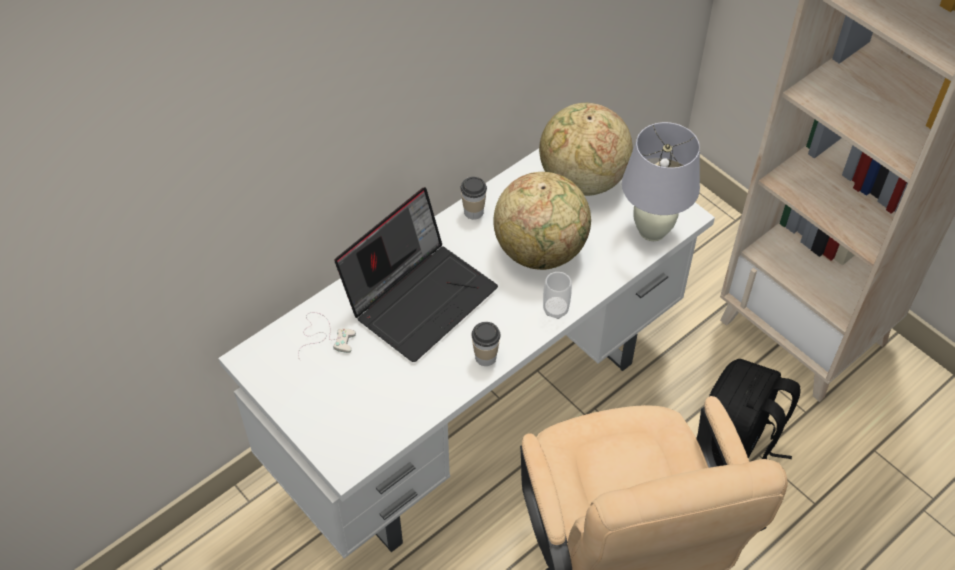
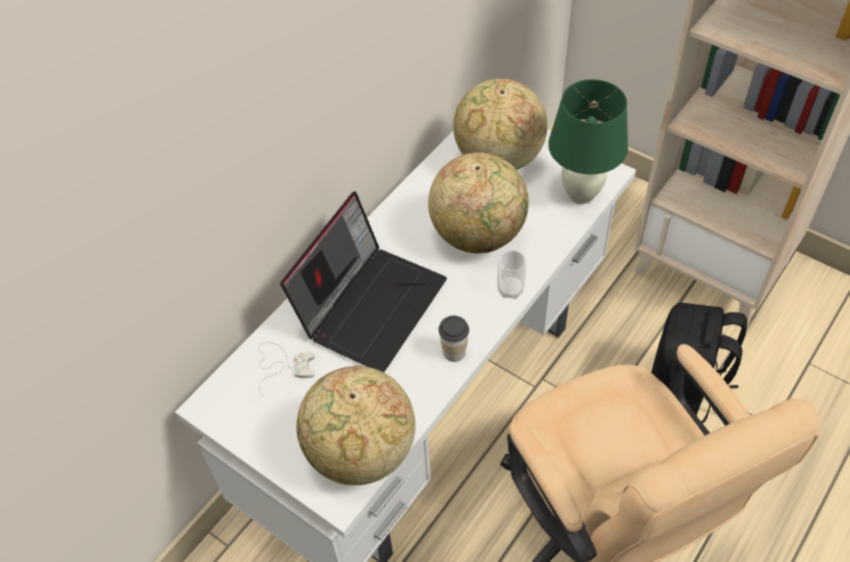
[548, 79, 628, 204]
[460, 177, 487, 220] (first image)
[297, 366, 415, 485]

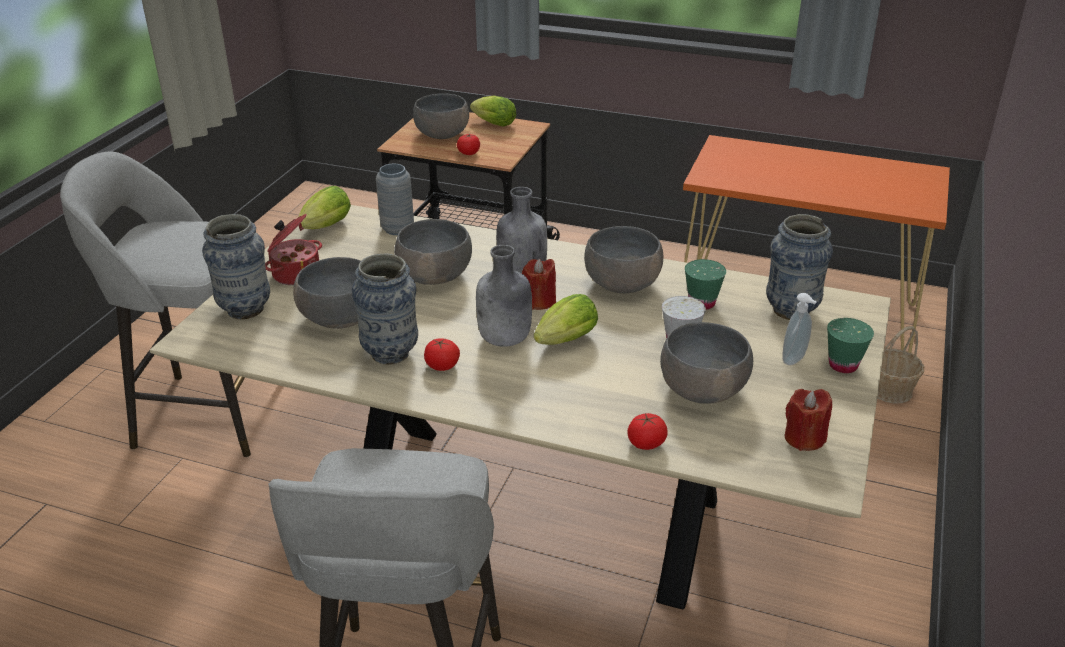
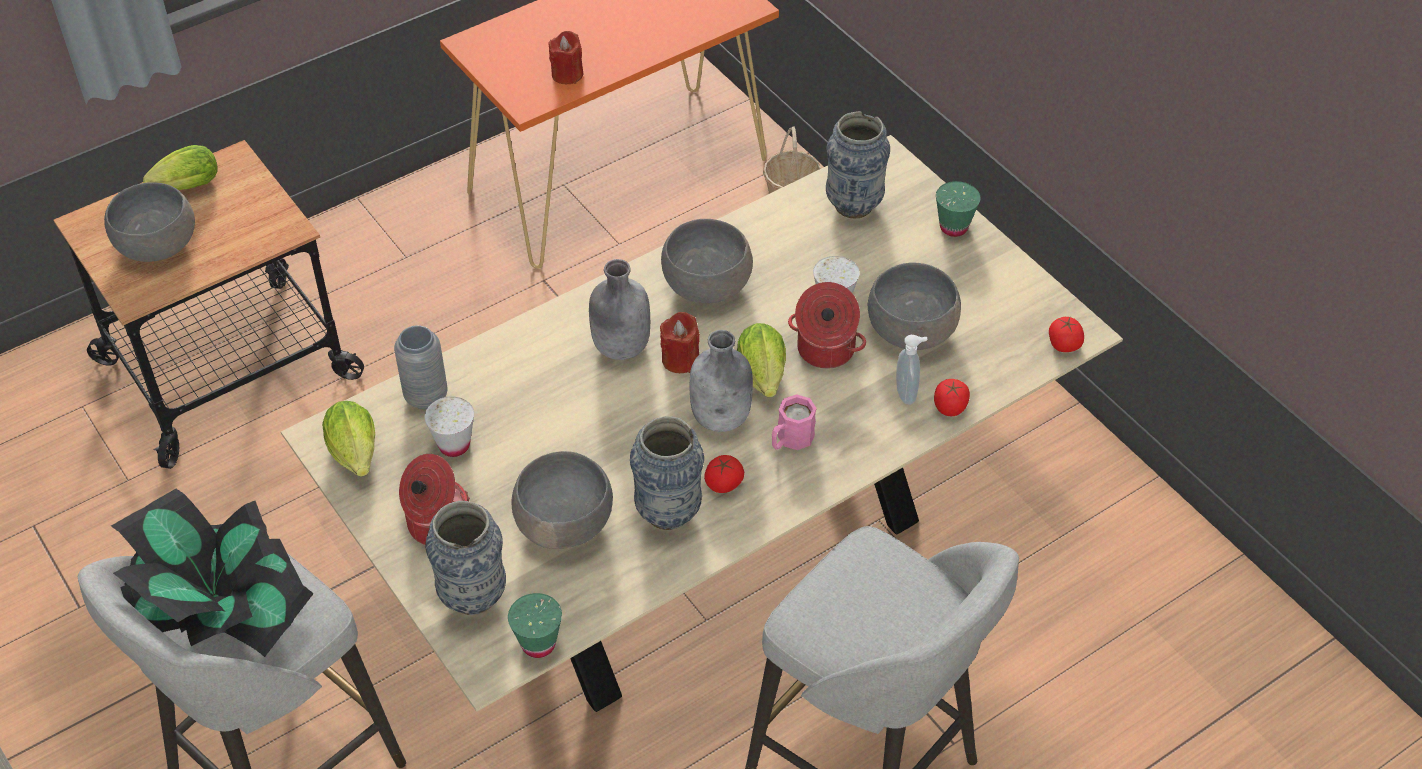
[1049, 317, 1084, 352]
[394, 219, 472, 285] (first image)
[508, 593, 562, 658]
[896, 335, 927, 405]
[548, 31, 583, 84]
[788, 282, 866, 369]
[772, 394, 817, 450]
[425, 397, 474, 457]
[111, 489, 314, 657]

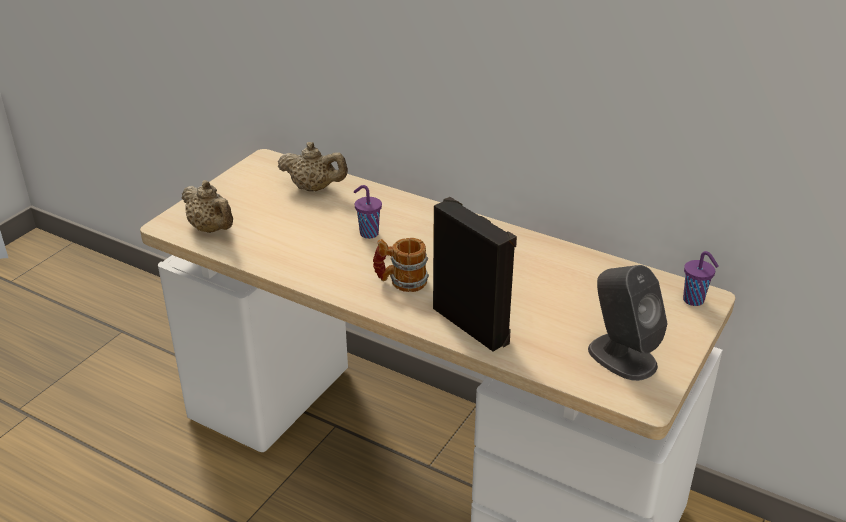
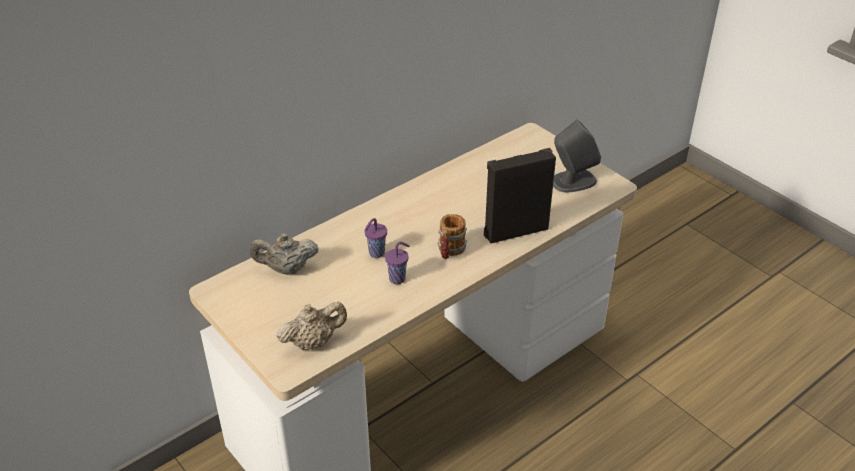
[250, 233, 319, 275]
[385, 242, 409, 284]

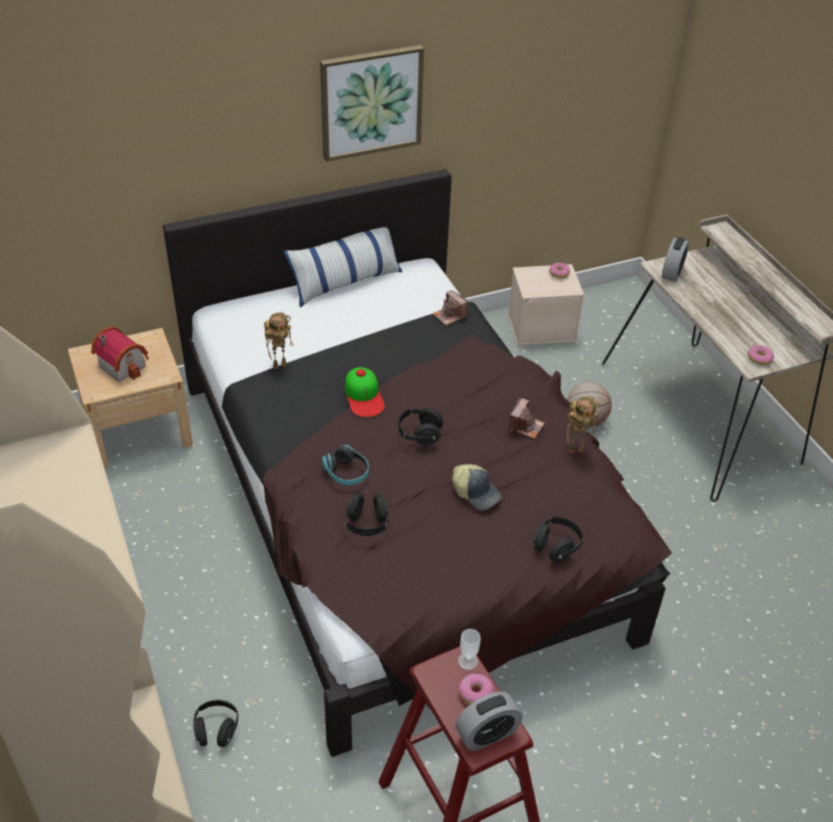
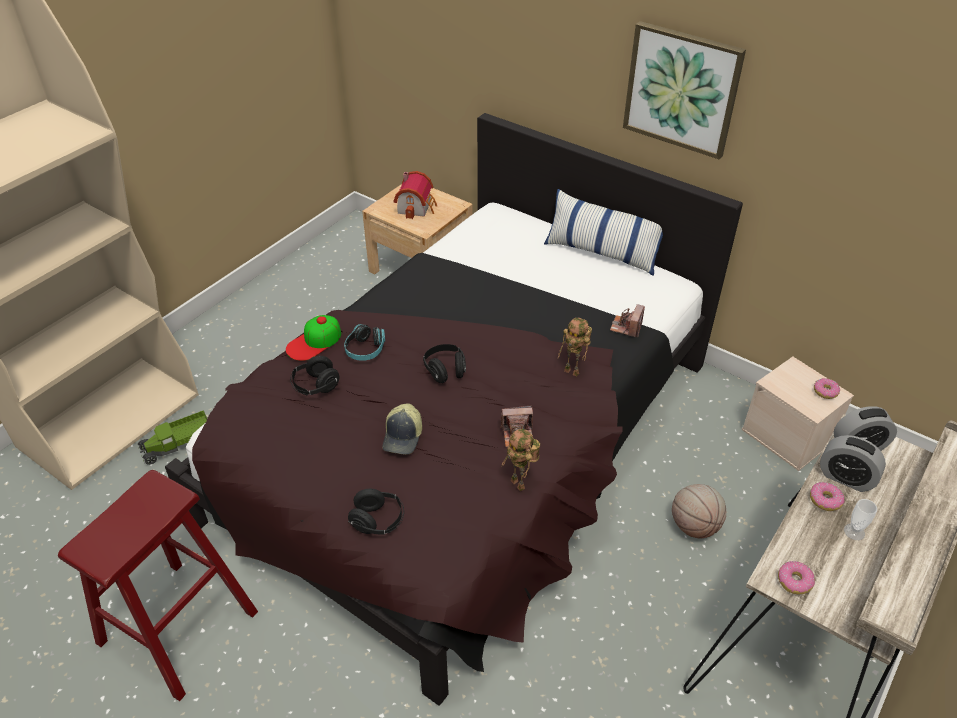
[558, 318, 592, 377]
[286, 315, 341, 361]
[844, 499, 877, 540]
[810, 482, 844, 511]
[820, 435, 886, 492]
[138, 410, 207, 465]

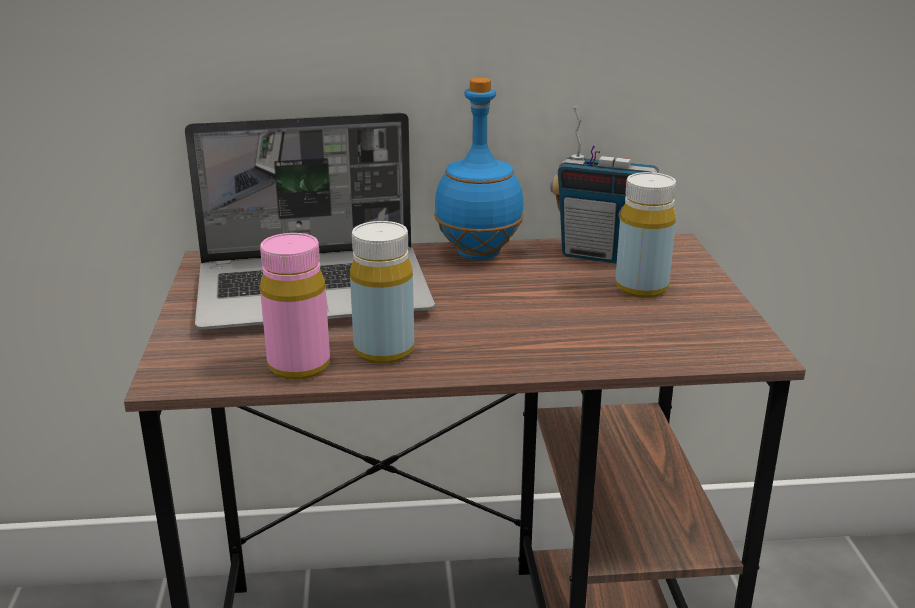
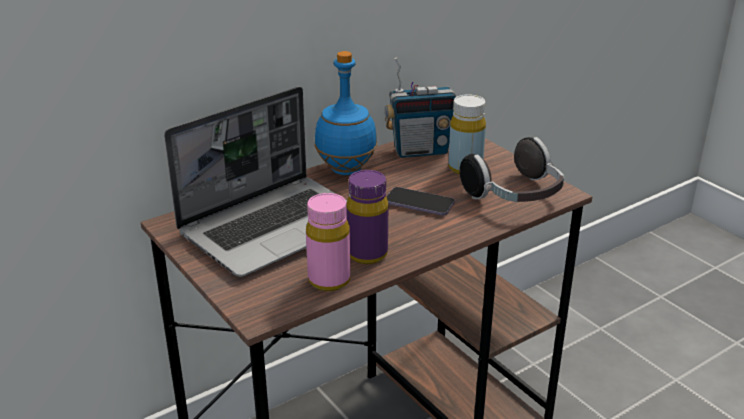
[347, 170, 388, 264]
[460, 137, 564, 202]
[386, 187, 455, 215]

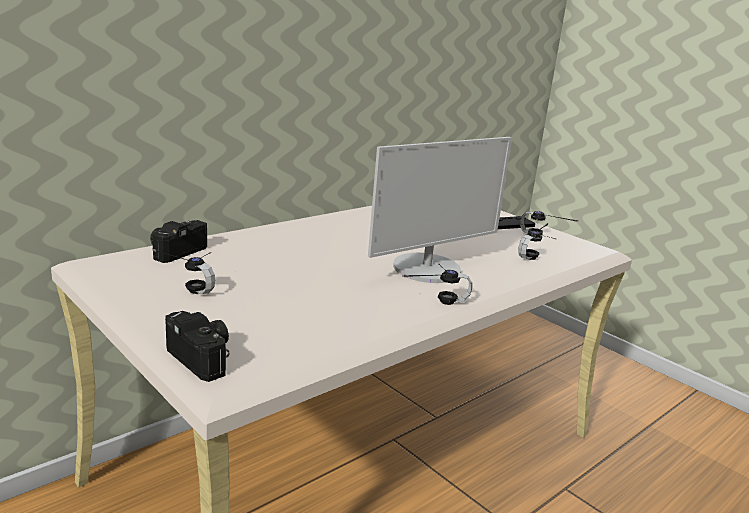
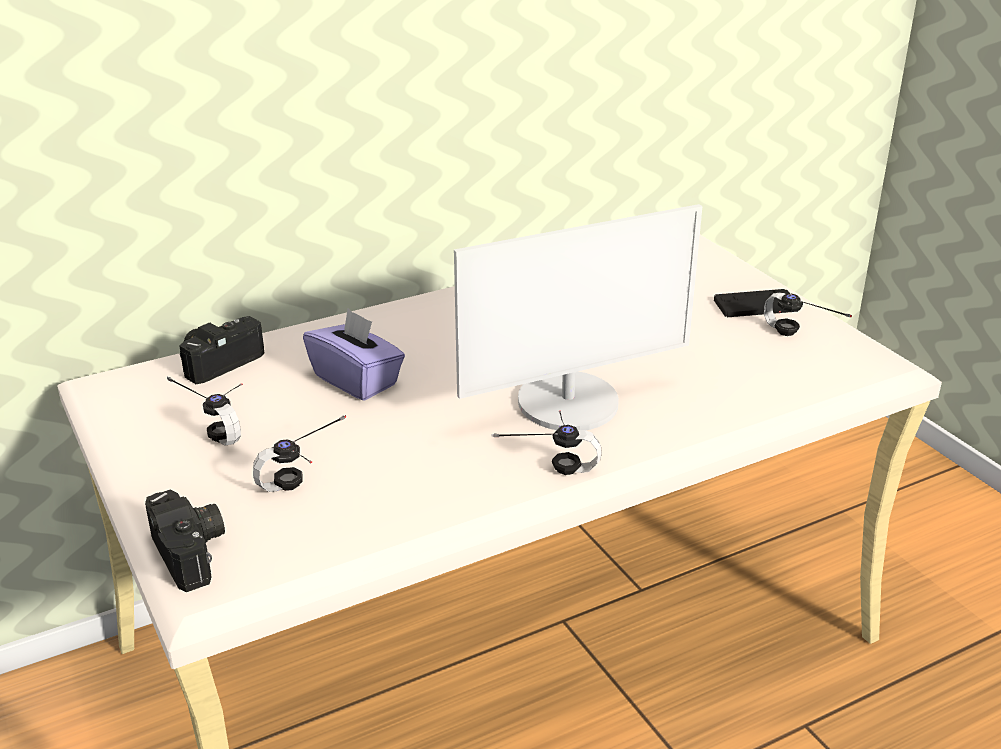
[253, 415, 346, 492]
[303, 309, 405, 401]

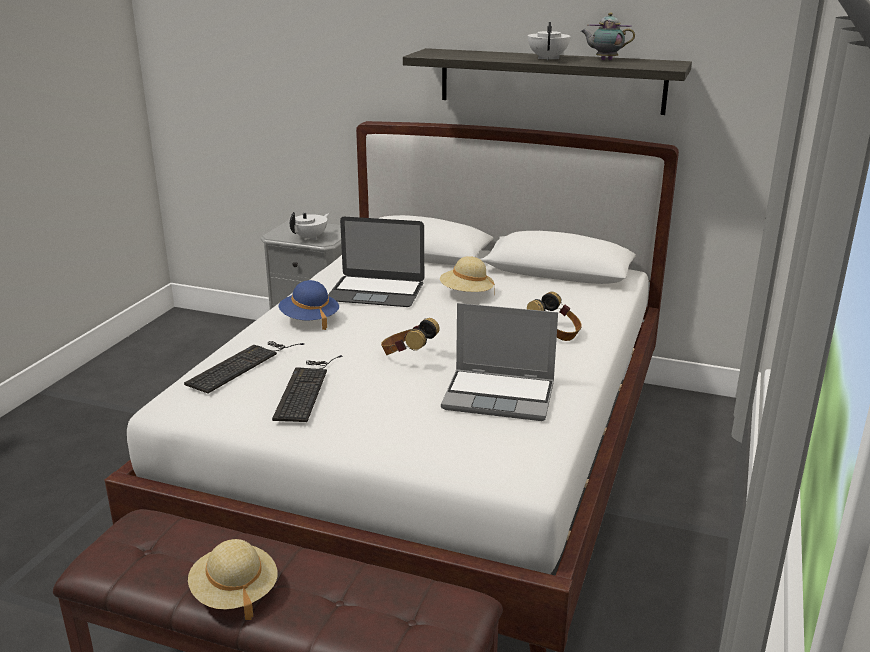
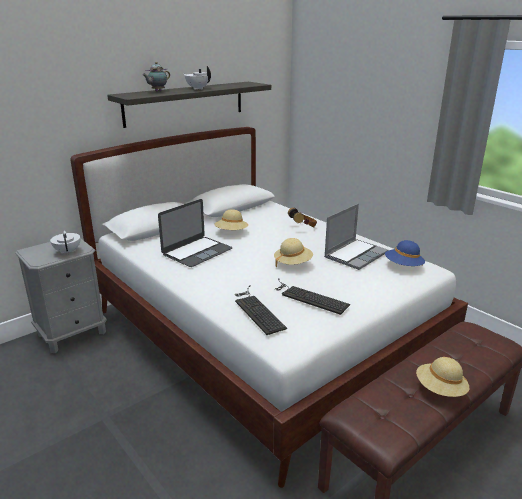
[142, 62, 170, 92]
[385, 240, 425, 266]
[274, 238, 313, 268]

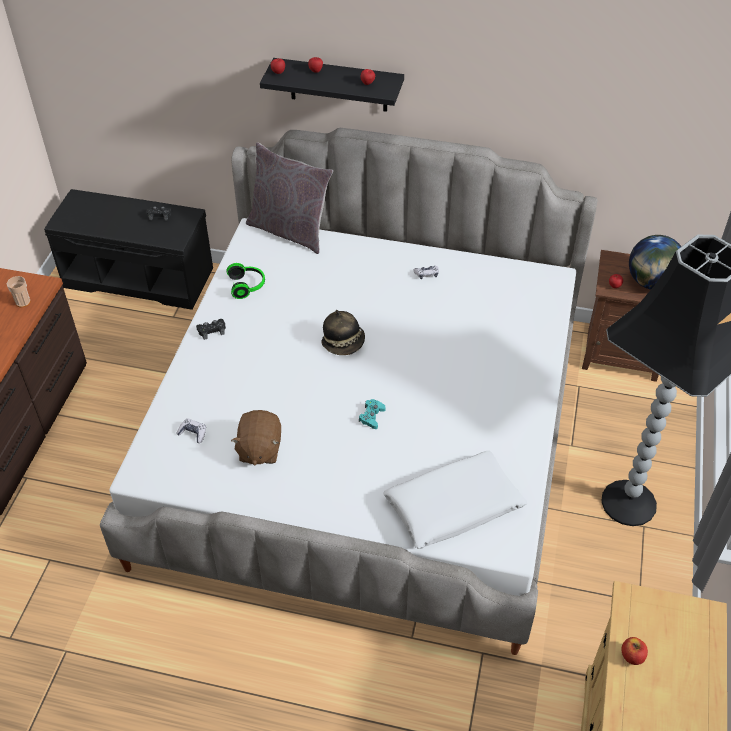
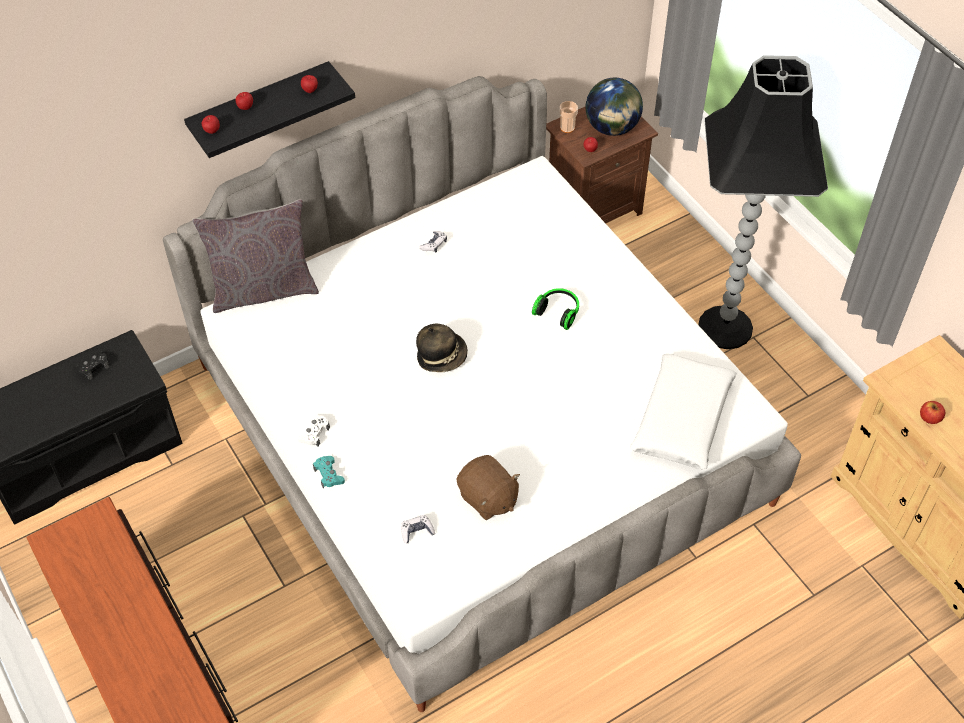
[532, 288, 579, 330]
[560, 101, 578, 133]
[298, 415, 330, 446]
[313, 456, 345, 488]

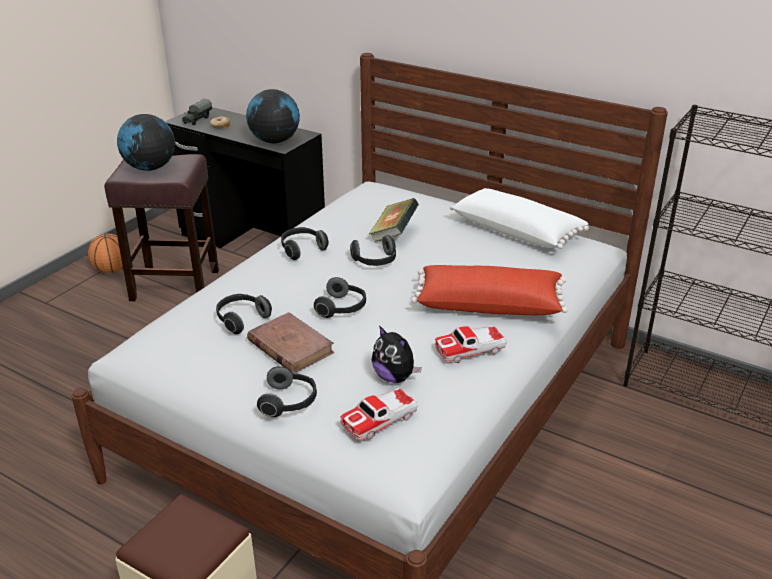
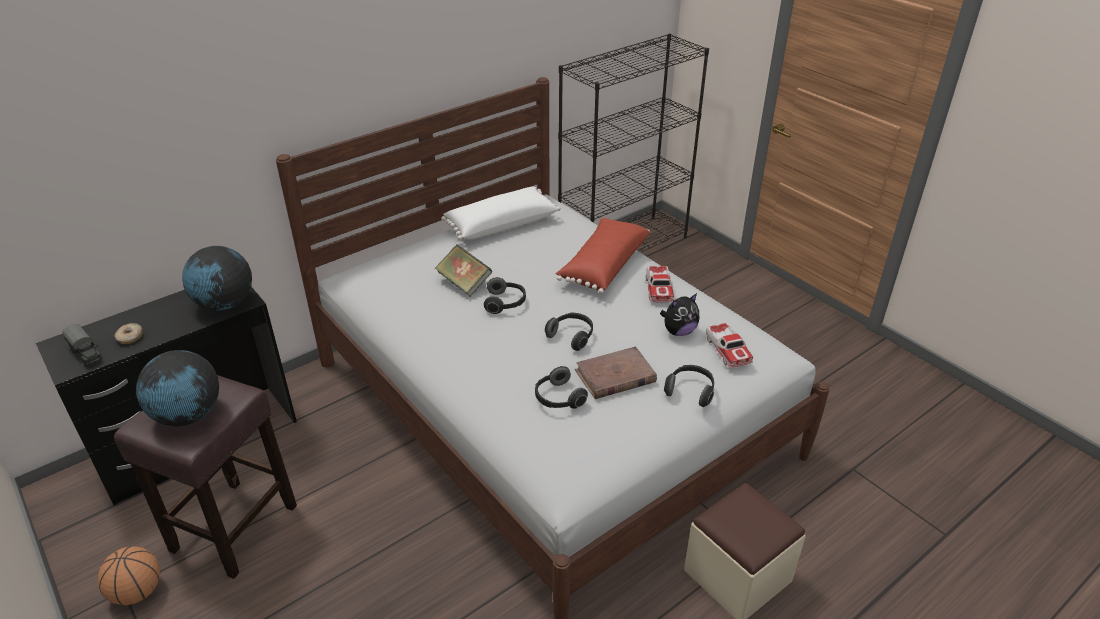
[281, 227, 329, 260] (first image)

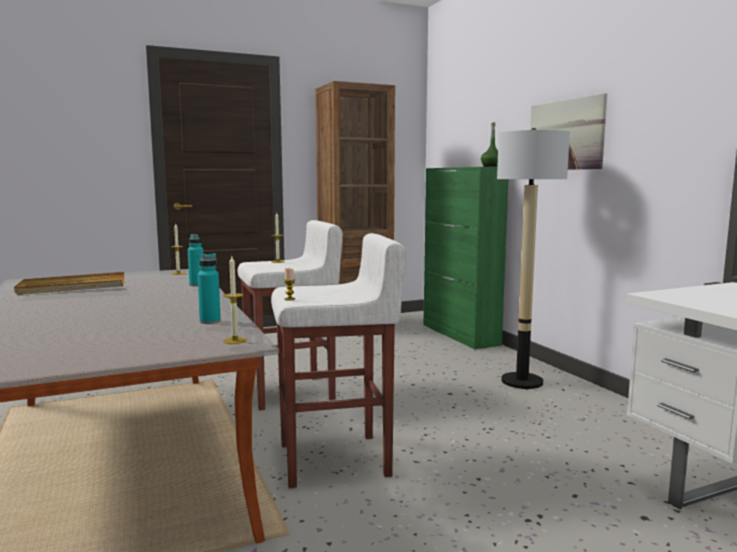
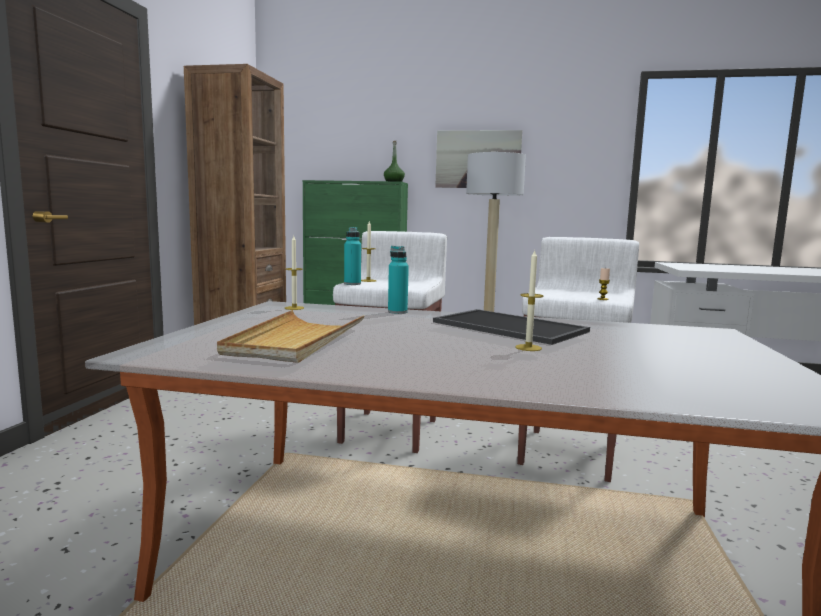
[344, 227, 361, 285]
[515, 250, 543, 351]
[433, 309, 590, 345]

